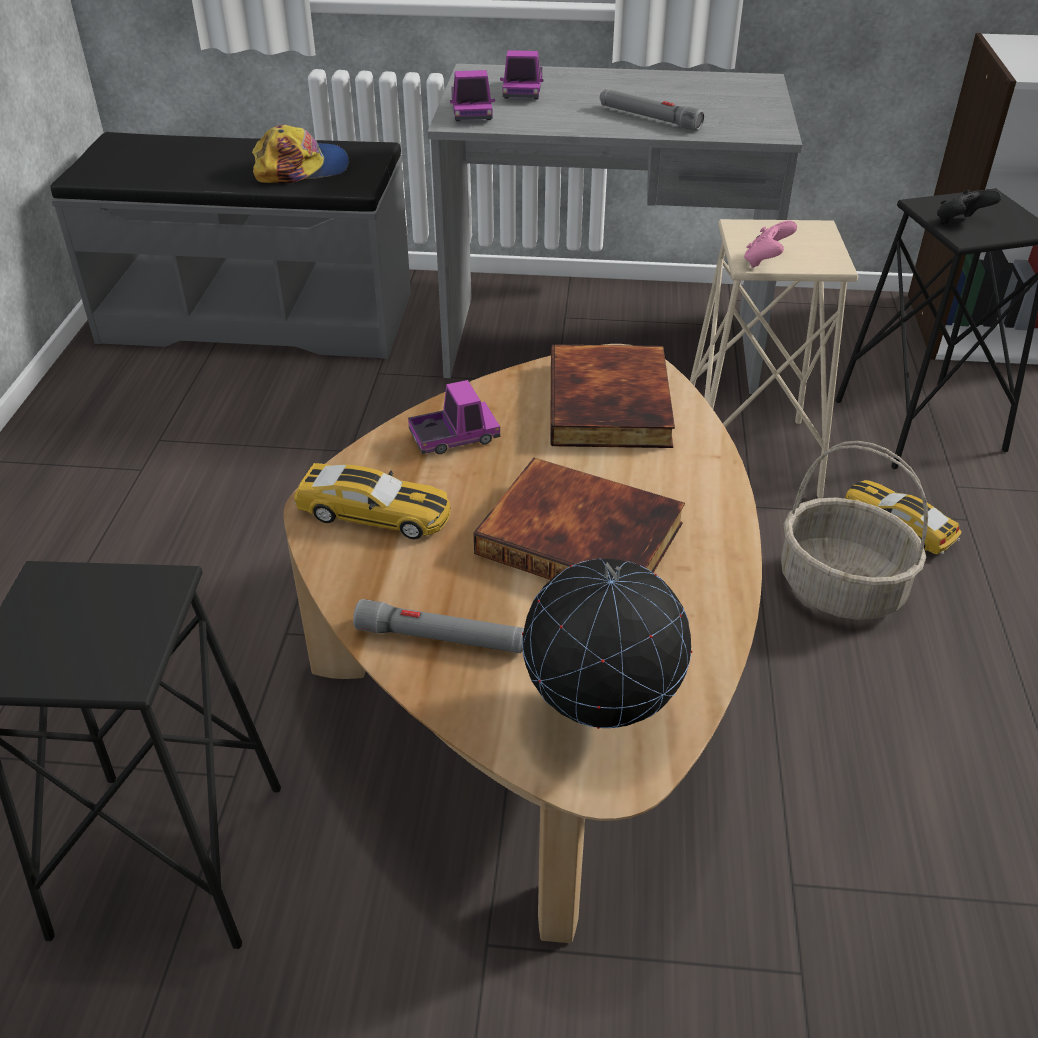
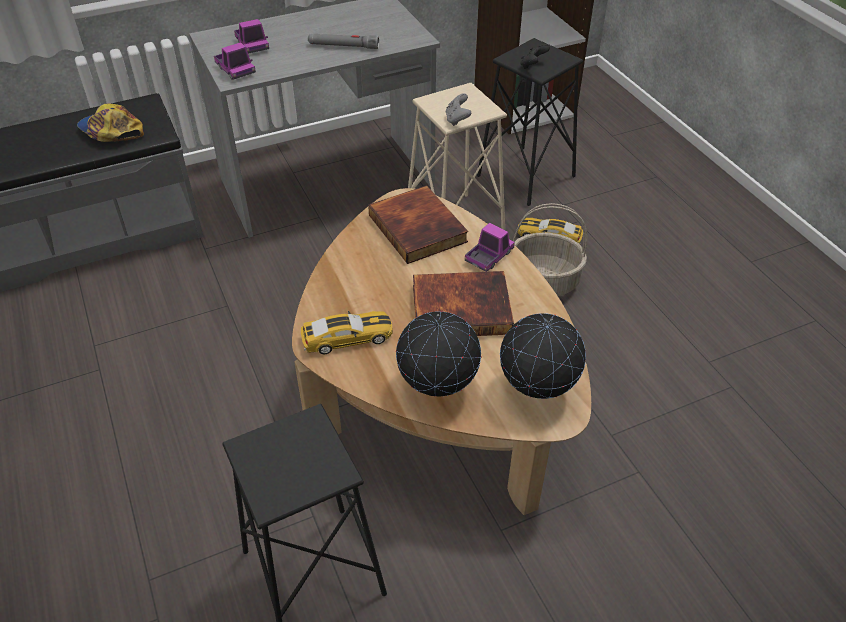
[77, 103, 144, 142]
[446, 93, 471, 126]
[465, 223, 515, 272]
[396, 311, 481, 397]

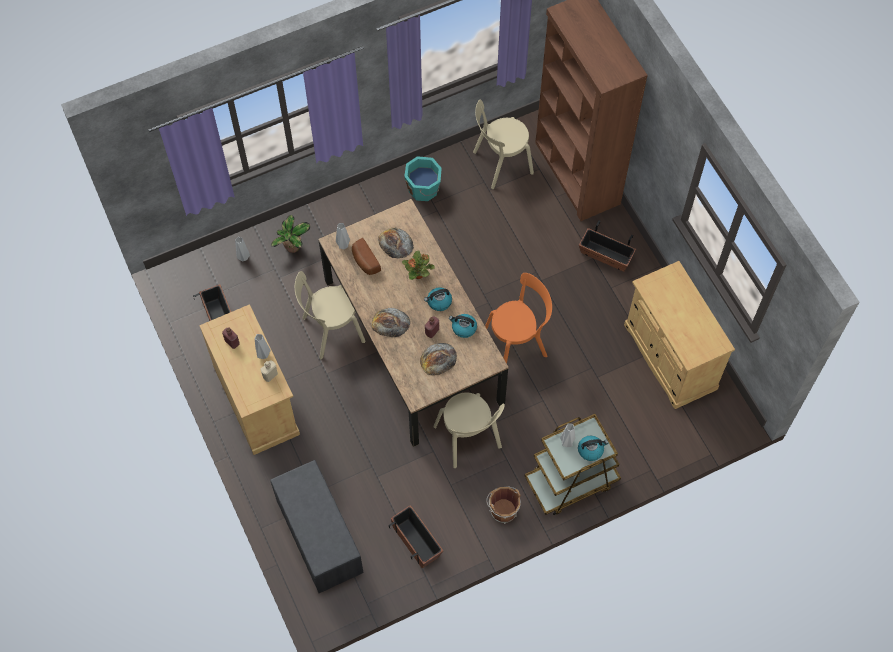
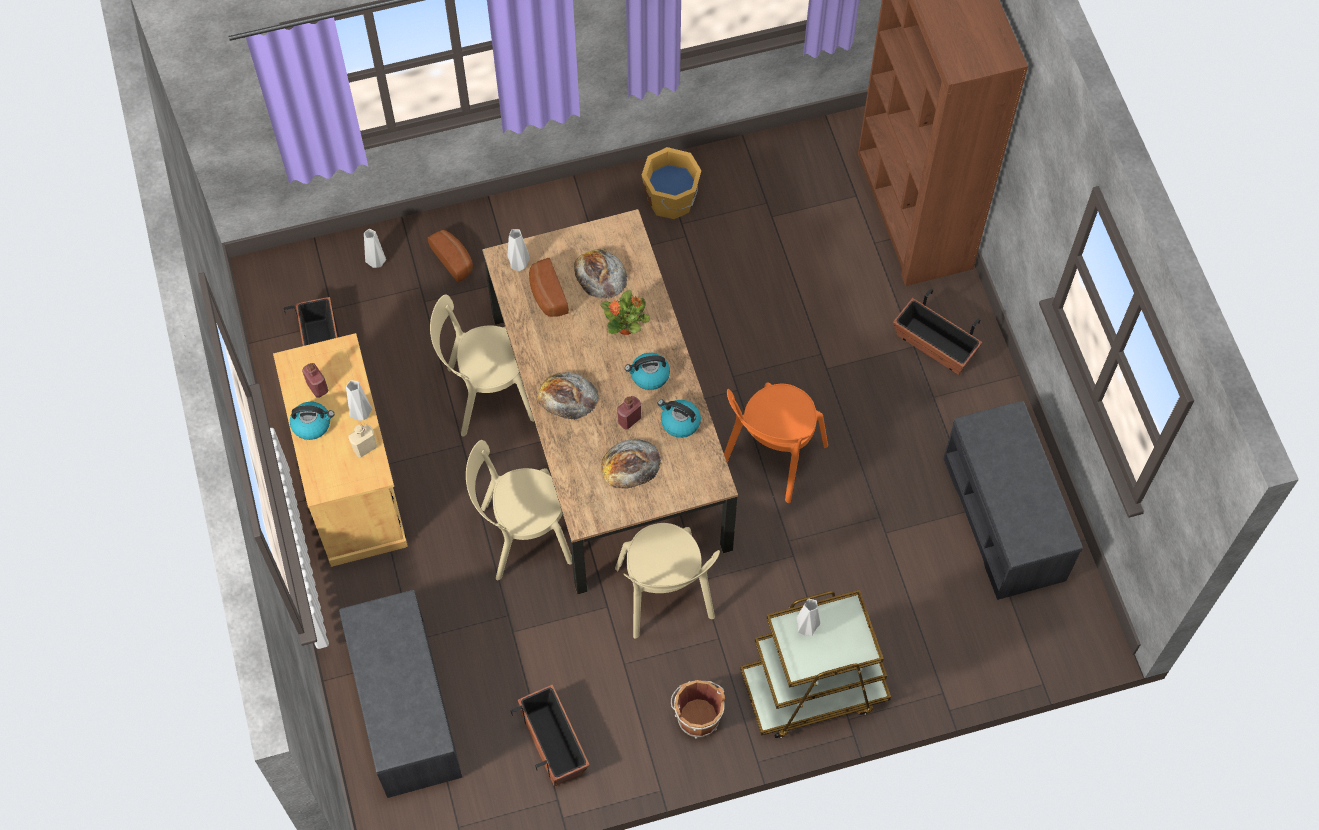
[466, 440, 572, 580]
[642, 147, 702, 219]
[428, 230, 473, 283]
[943, 401, 1083, 600]
[724, 383, 828, 503]
[290, 402, 334, 440]

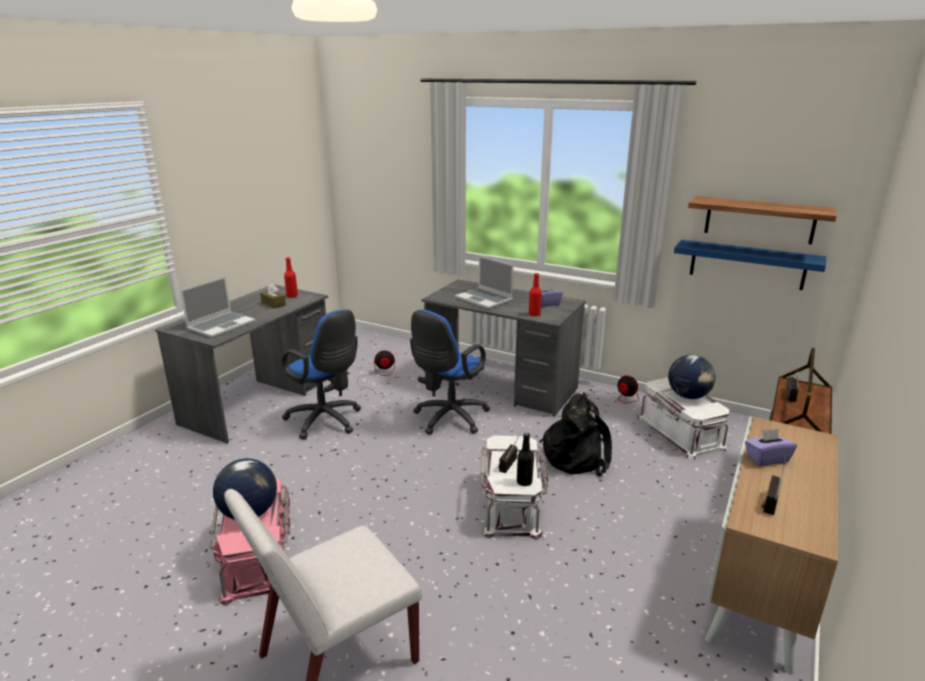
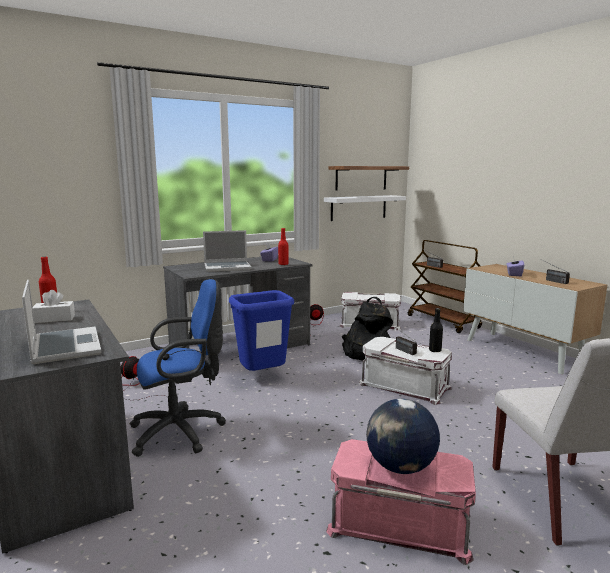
[324, 195, 406, 221]
[33, 290, 75, 323]
[229, 290, 294, 371]
[668, 355, 716, 399] (first image)

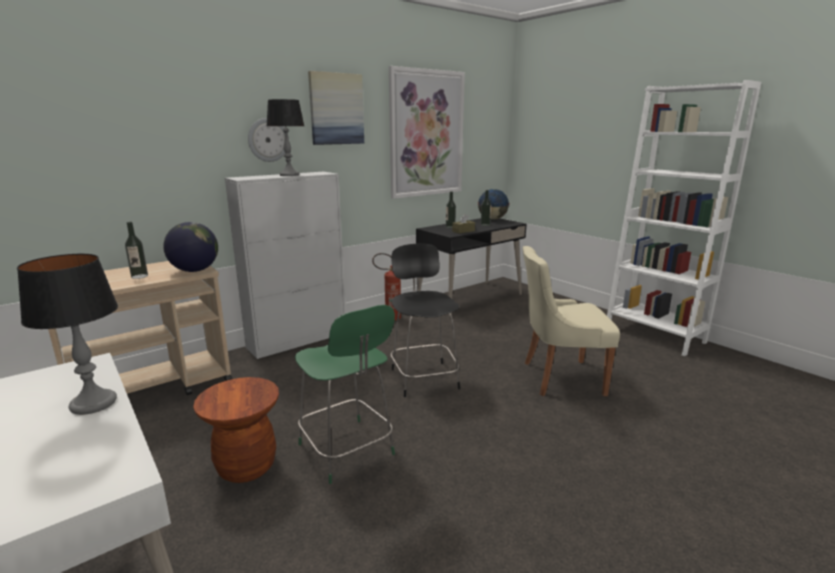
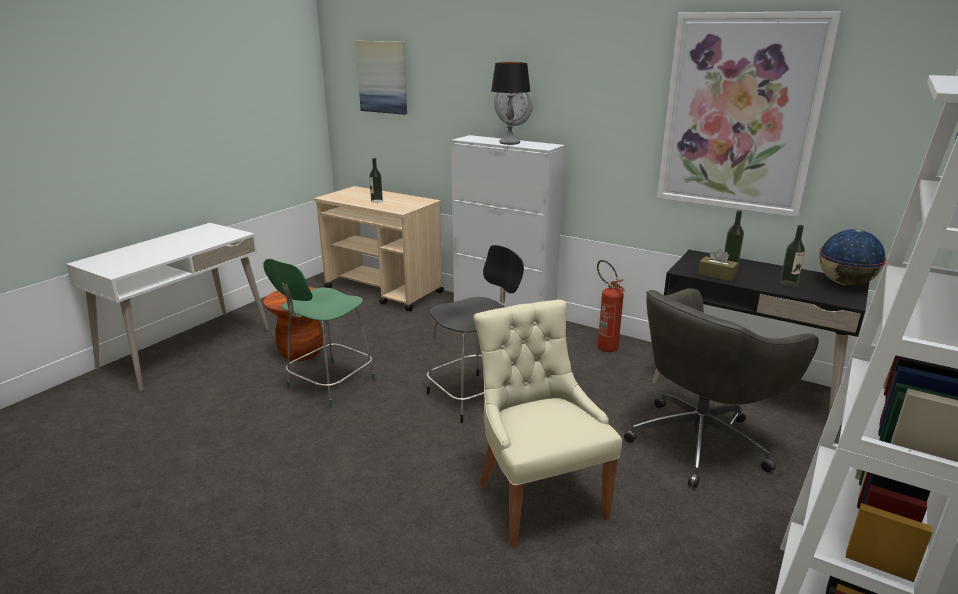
[356, 41, 407, 115]
[163, 222, 218, 272] (first image)
[17, 254, 118, 415] (first image)
[624, 288, 819, 488]

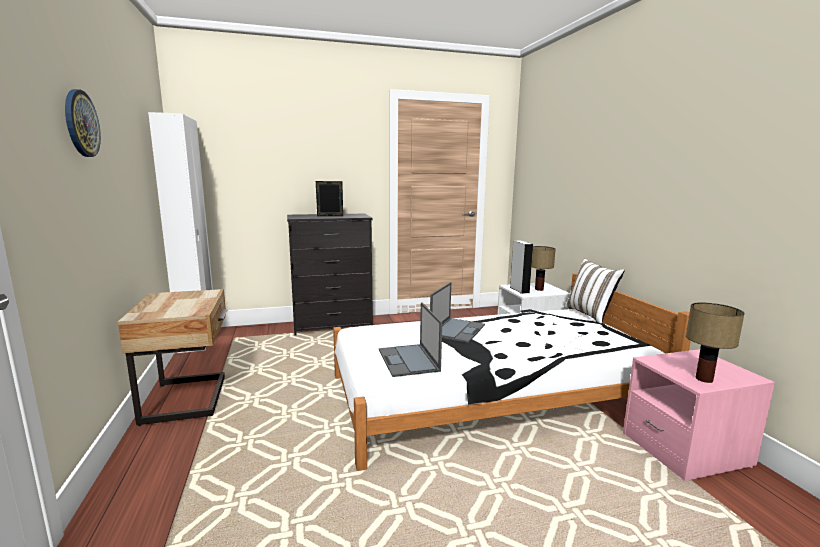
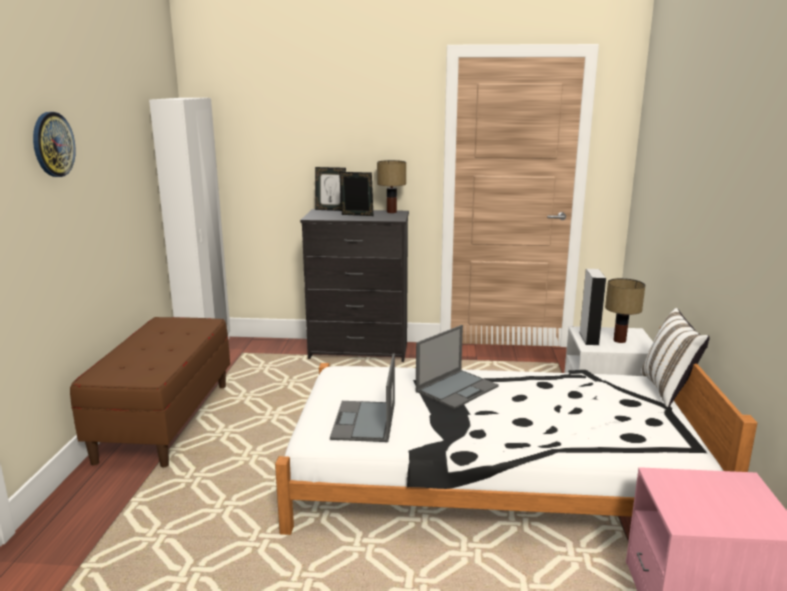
[70, 317, 230, 467]
[377, 160, 406, 213]
[315, 167, 346, 211]

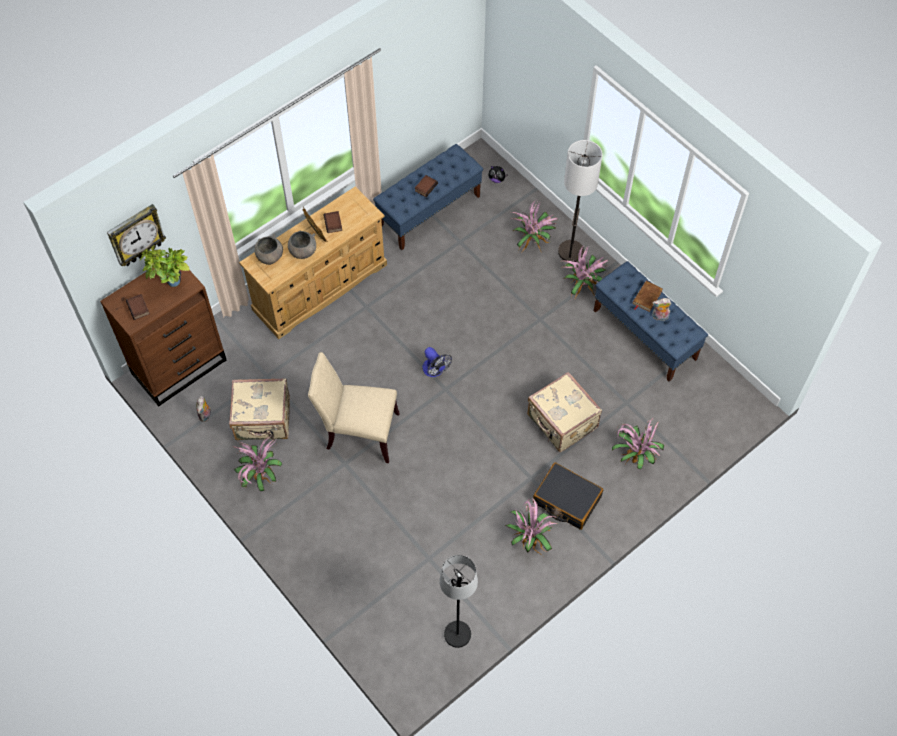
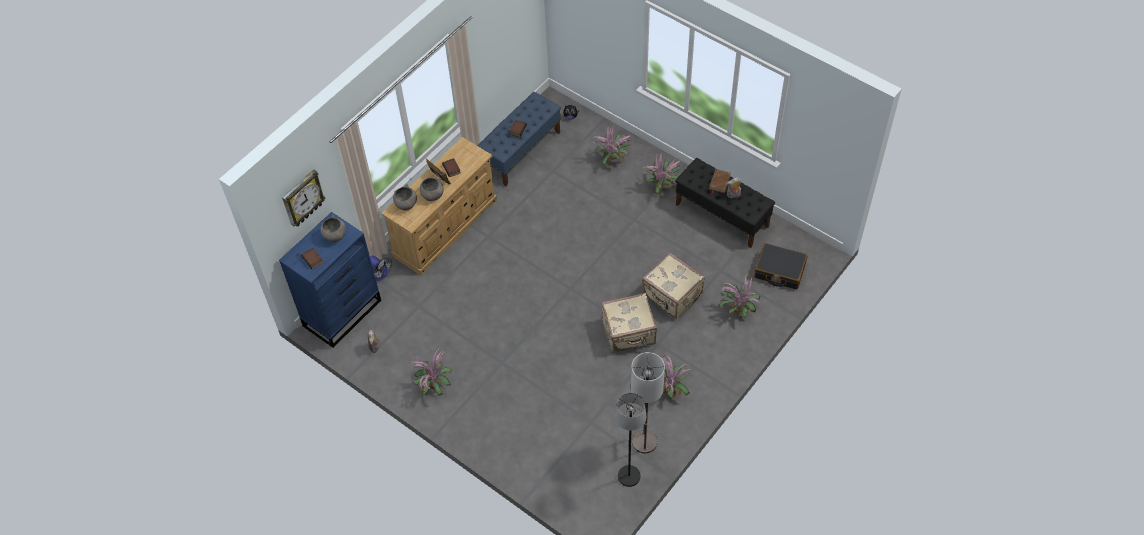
[631, 352, 665, 453]
[320, 215, 346, 242]
[675, 158, 775, 248]
[279, 212, 381, 348]
[370, 255, 392, 281]
[308, 352, 400, 463] (first image)
[601, 293, 657, 353]
[754, 243, 808, 290]

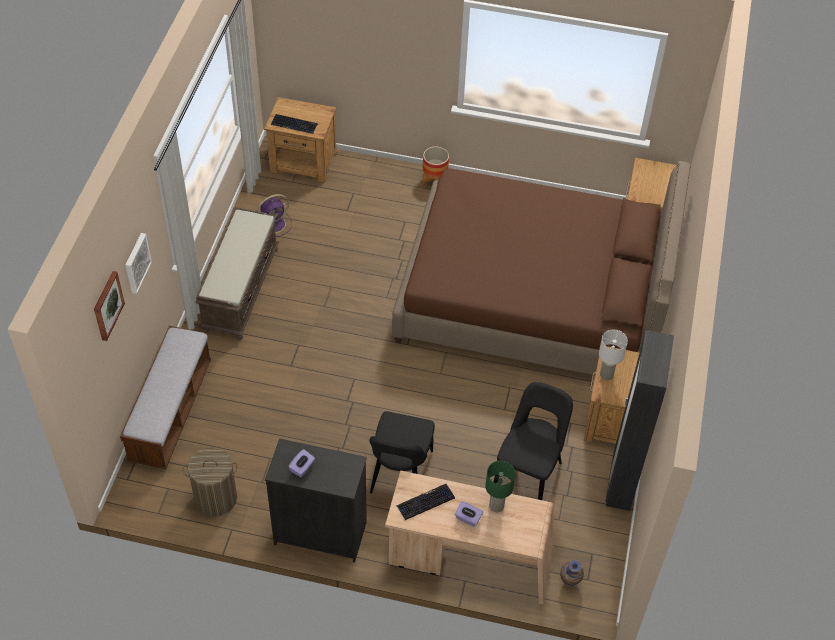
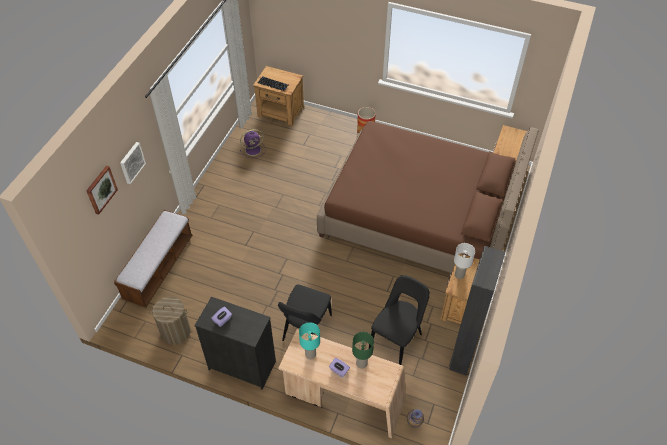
[195, 207, 279, 340] (first image)
[299, 322, 320, 359]

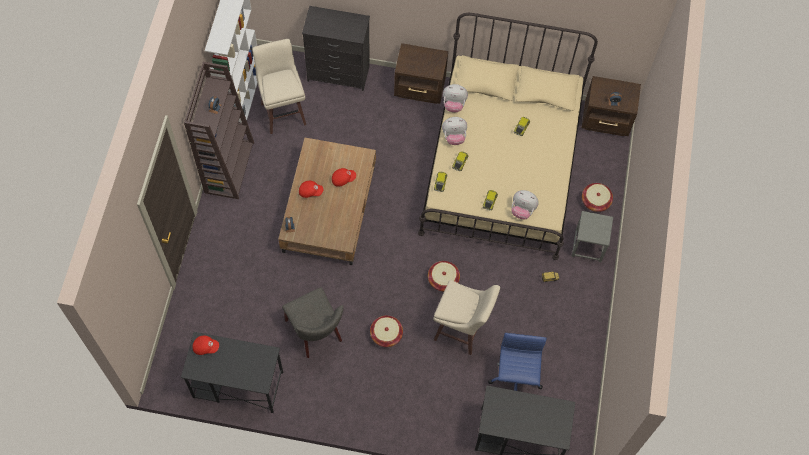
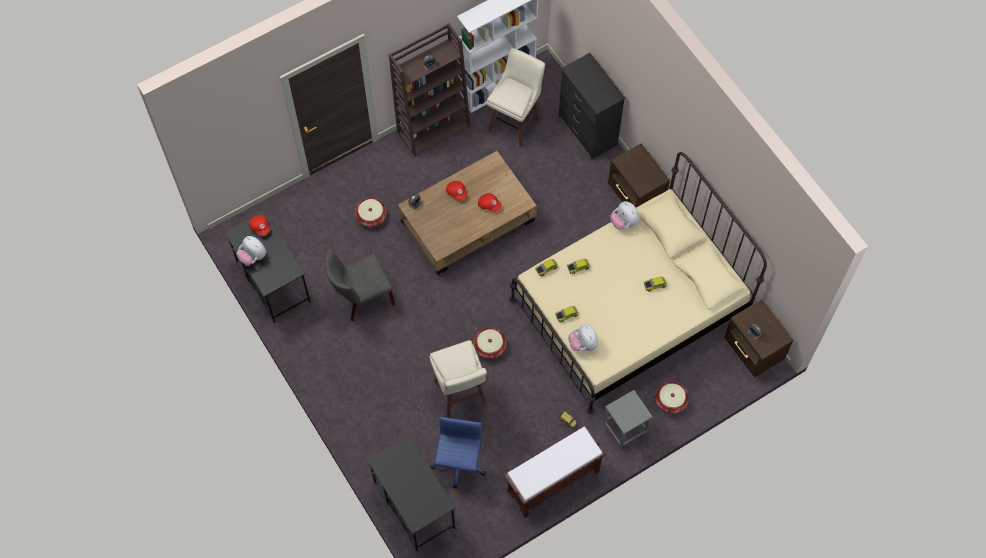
[236, 236, 266, 266]
[325, 248, 395, 321]
[355, 198, 387, 227]
[430, 417, 486, 488]
[504, 426, 606, 518]

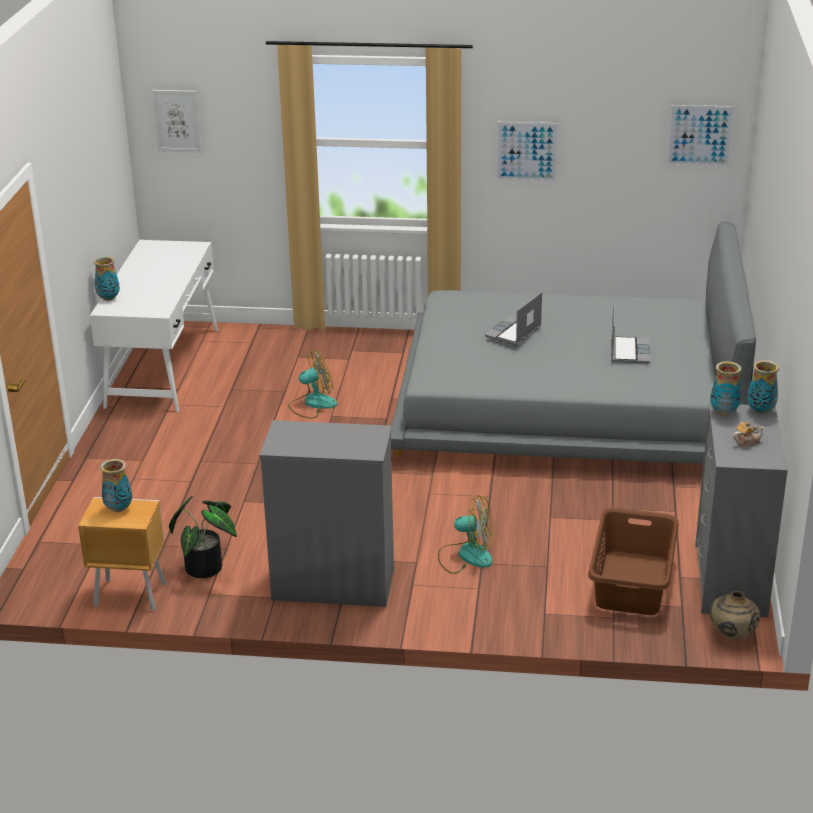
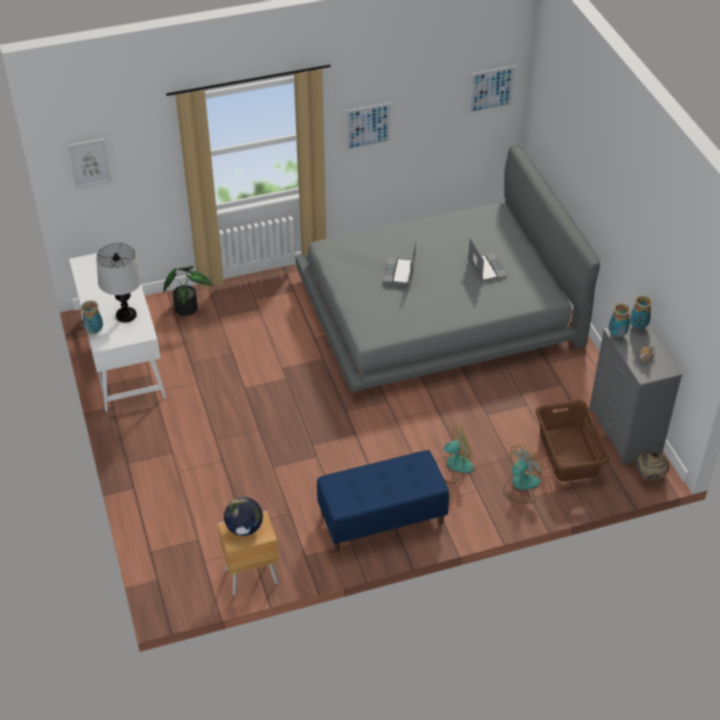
[503, 445, 543, 503]
[317, 450, 449, 552]
[224, 497, 263, 536]
[163, 266, 212, 316]
[96, 243, 142, 322]

